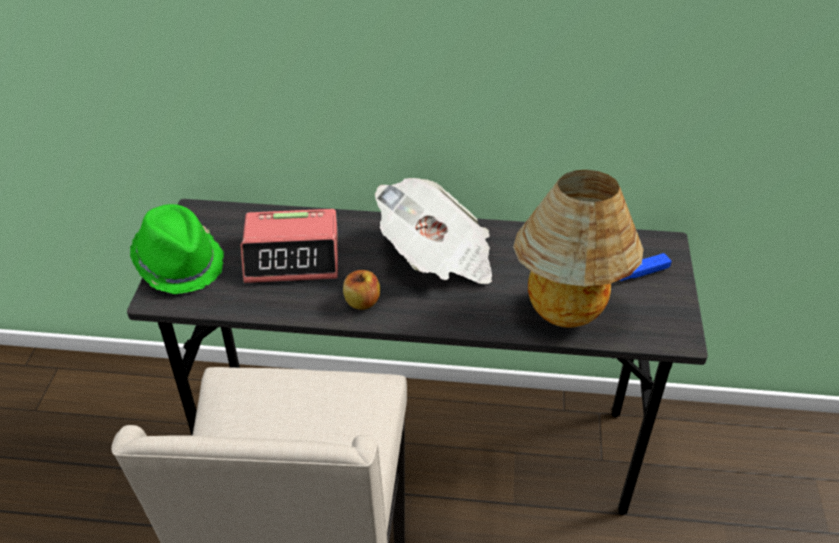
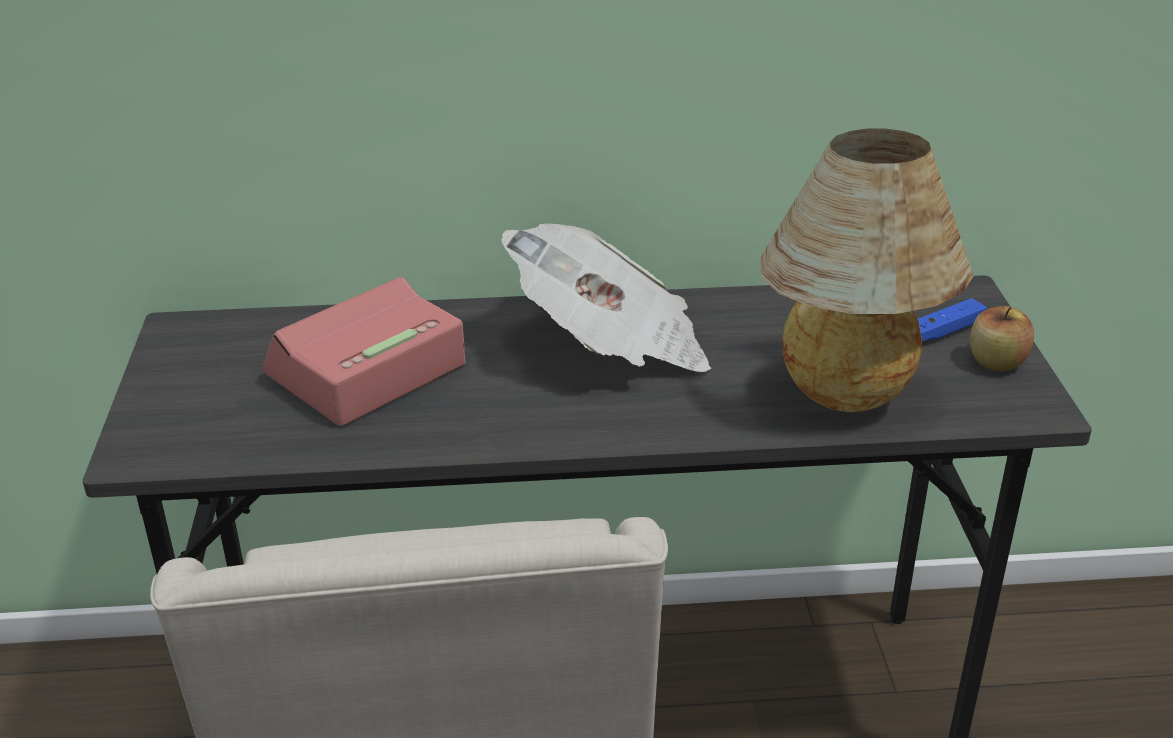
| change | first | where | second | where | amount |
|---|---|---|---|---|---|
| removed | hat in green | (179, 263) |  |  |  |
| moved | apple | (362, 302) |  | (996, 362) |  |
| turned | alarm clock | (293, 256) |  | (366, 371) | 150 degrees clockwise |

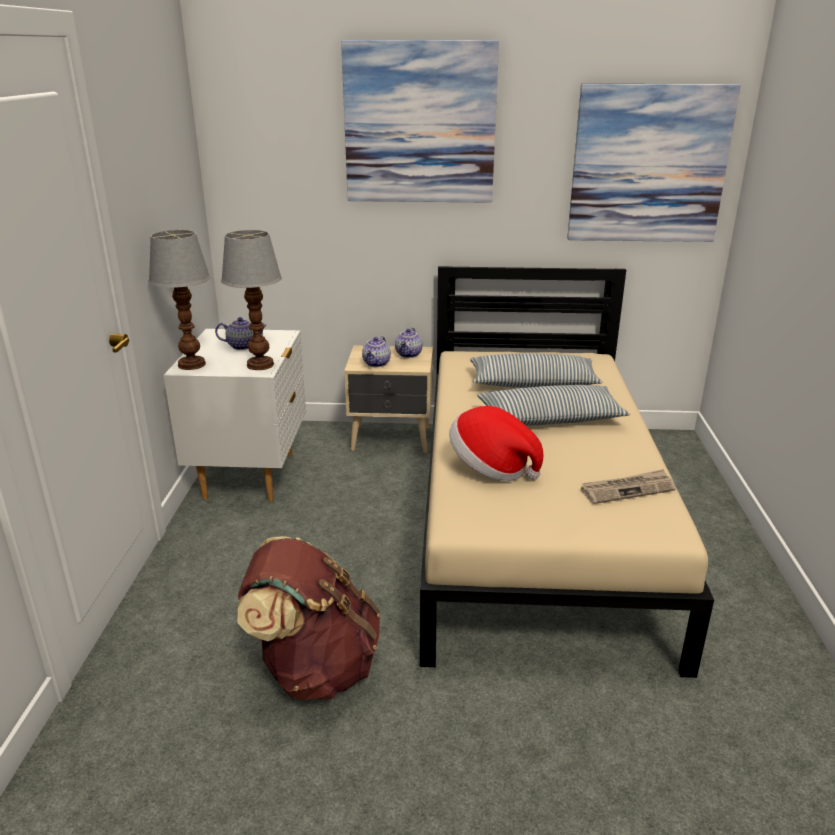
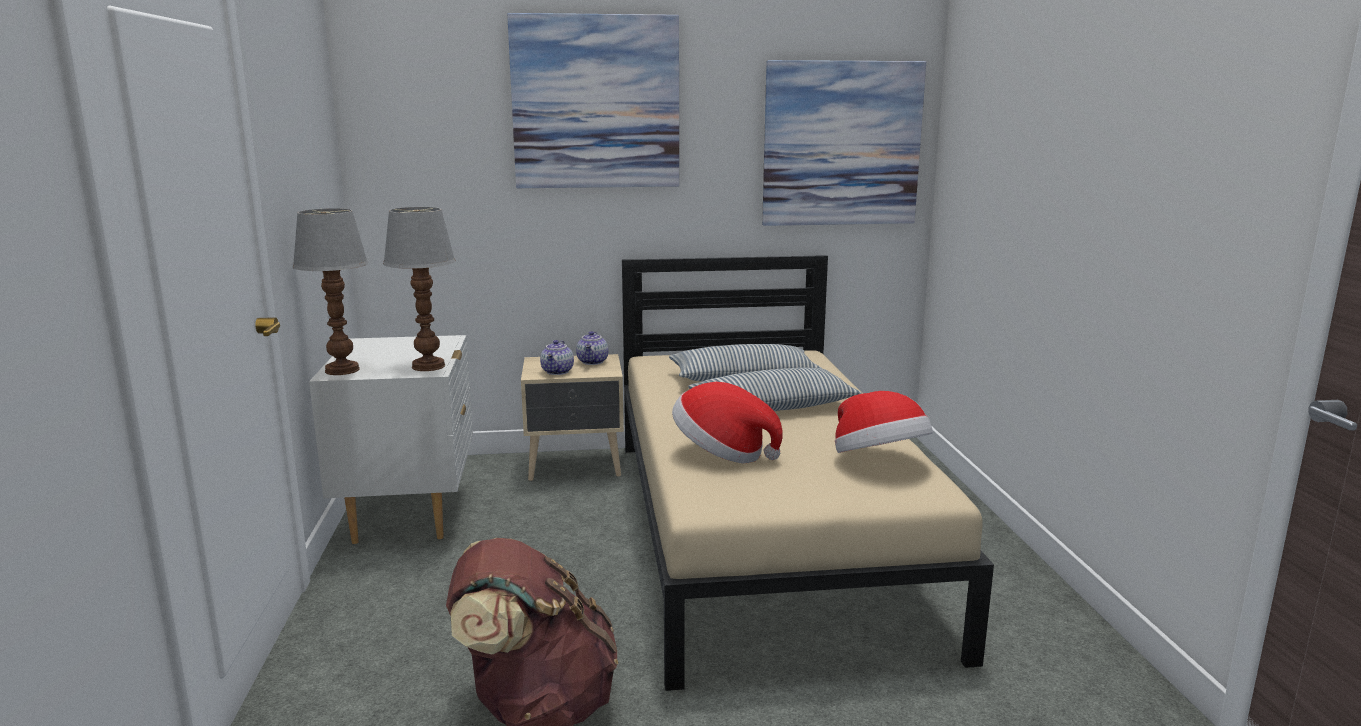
| change | first | where | second | where | amount |
|---|---|---|---|---|---|
| removed | teapot | (243, 346) |  |  |  |
| replaced | newspaper | (627, 489) | hat | (878, 461) |  |

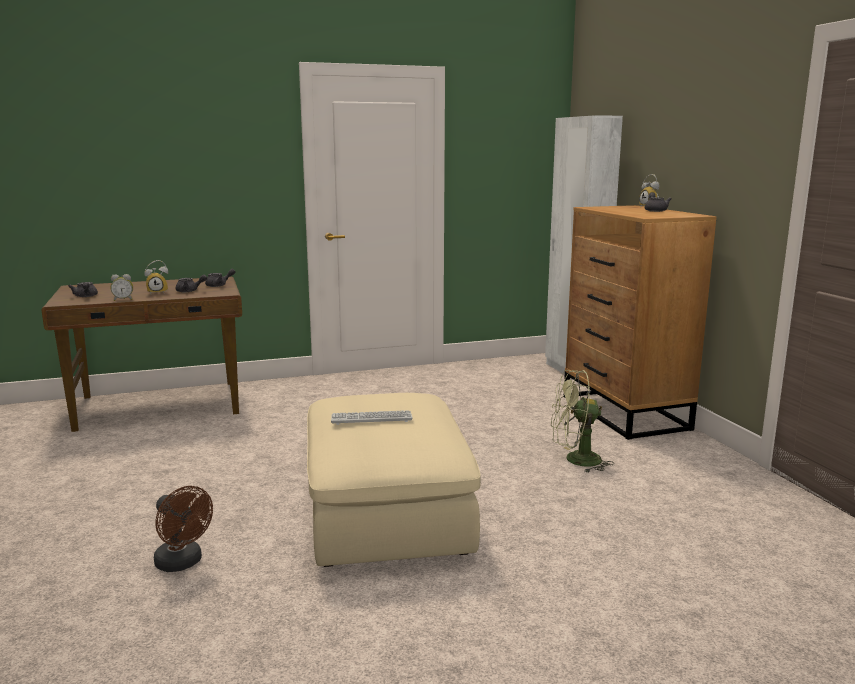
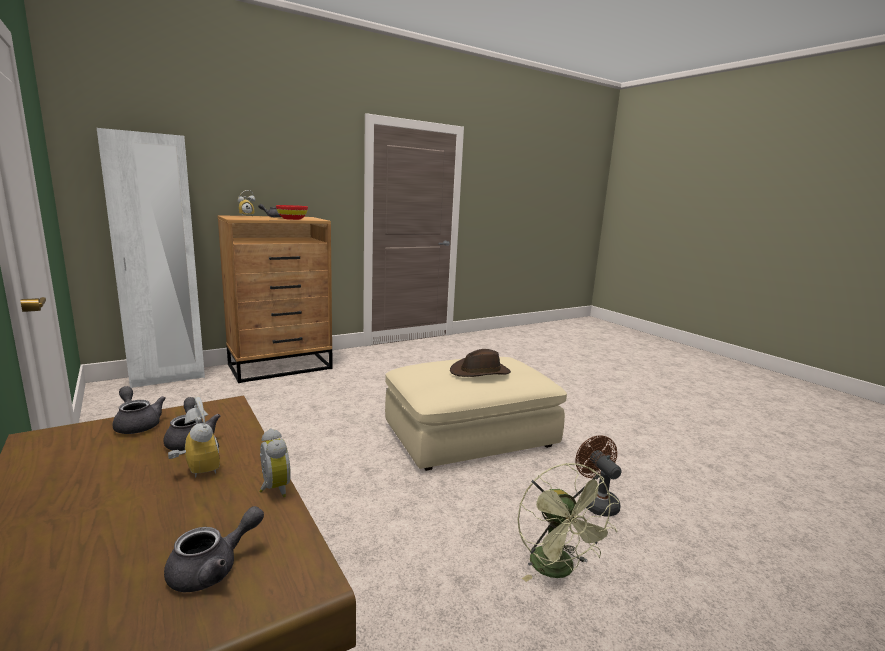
| change | first | where | second | where | amount |
|---|---|---|---|---|---|
| added |  |  | bowl in red | (292, 219) |  |
| moved | fan in green | (575, 460) |  | (558, 570) |  |
| replaced | keyboard | (371, 418) | hat in brown | (480, 372) |  |
| turned | fan in brown | (183, 563) |  | (596, 502) | 45 degrees counterclockwise |

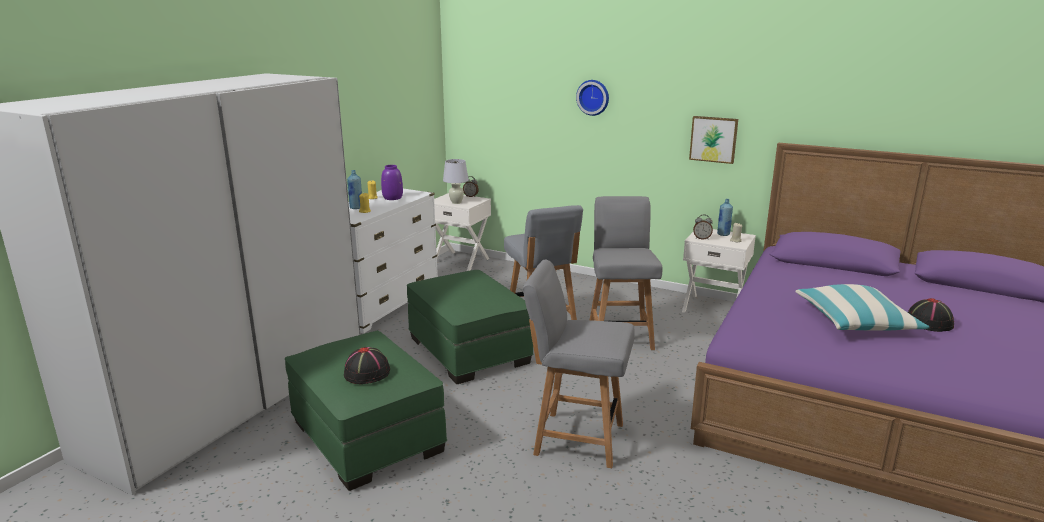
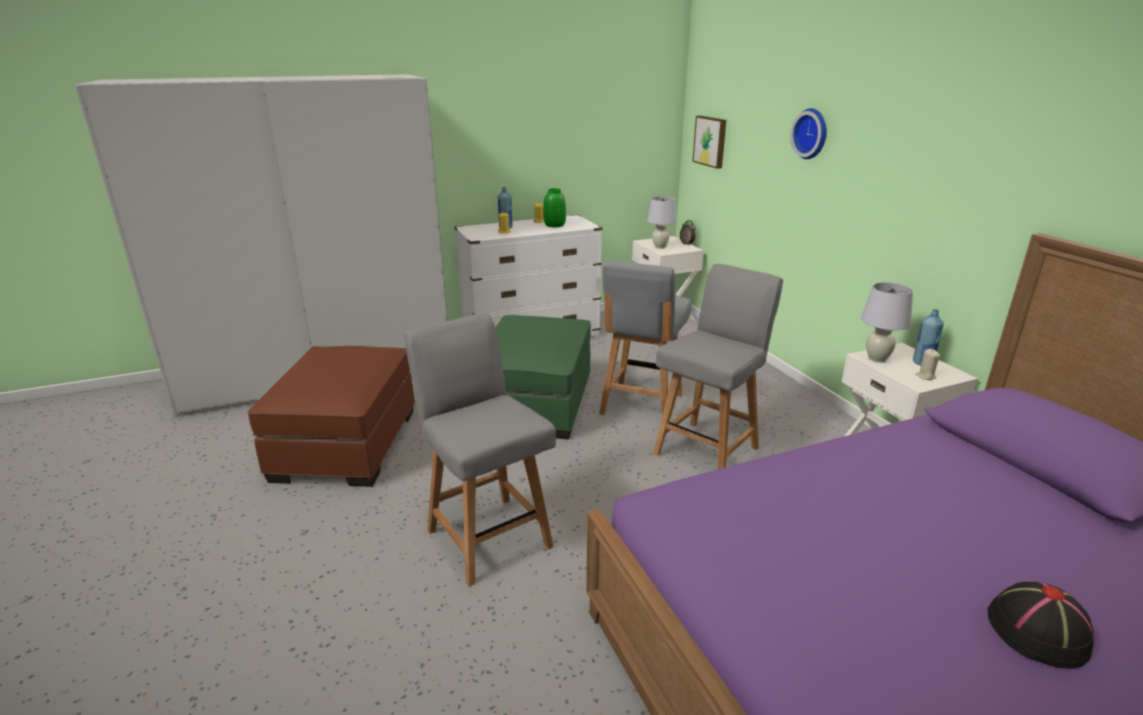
| change | first | where | second | where | amount |
|---|---|---|---|---|---|
| removed | hat in black | (367, 373) |  |  |  |
| removed | pillow | (856, 321) |  |  |  |
| moved | picture | (713, 139) |  | (711, 141) |  |
| replaced | alarm clock | (702, 238) | table lamp in white | (877, 359) |  |
| recoloured | ottoman in green | (368, 436) | ottoman in brown | (346, 445) |  |
| recoloured | vase in purple | (393, 198) | vase in green | (554, 225) |  |

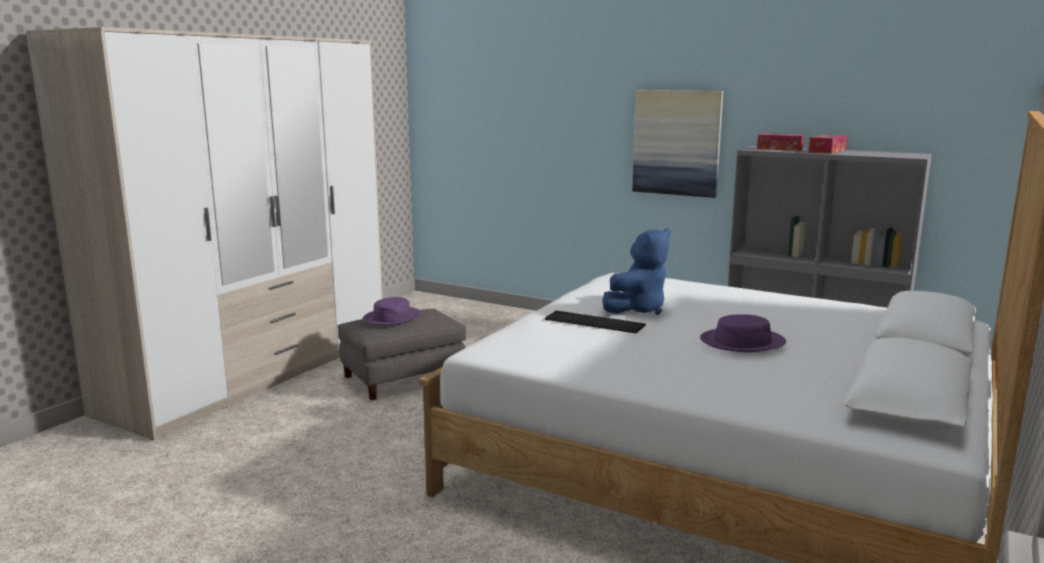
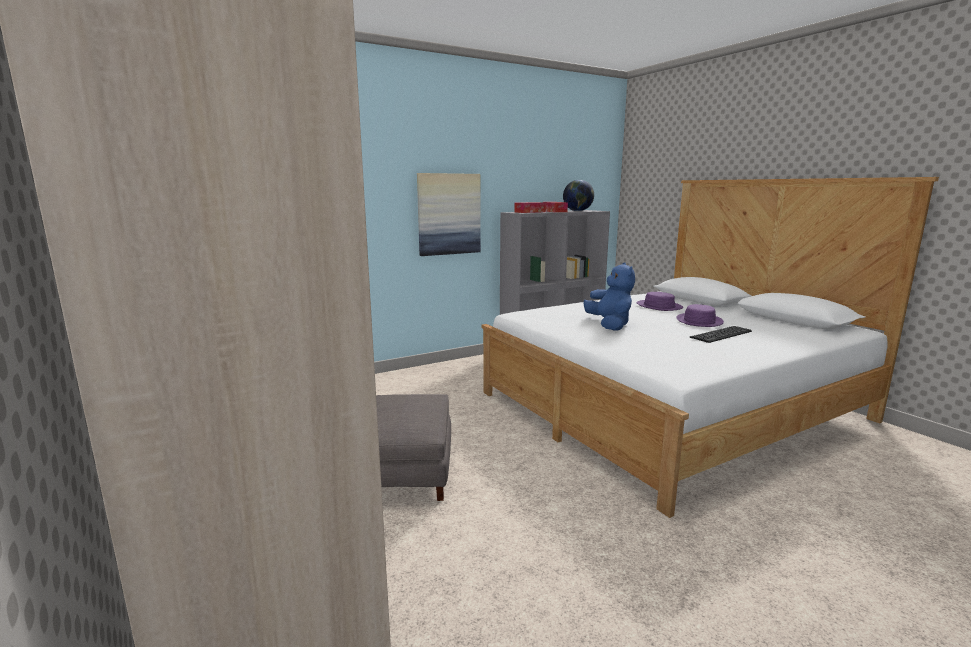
| change | first | where | second | where | amount |
|---|---|---|---|---|---|
| added |  |  | globe | (578, 211) |  |
| moved | hat in purple | (391, 317) |  | (659, 306) |  |
| moved | keyboard | (595, 323) |  | (722, 334) |  |

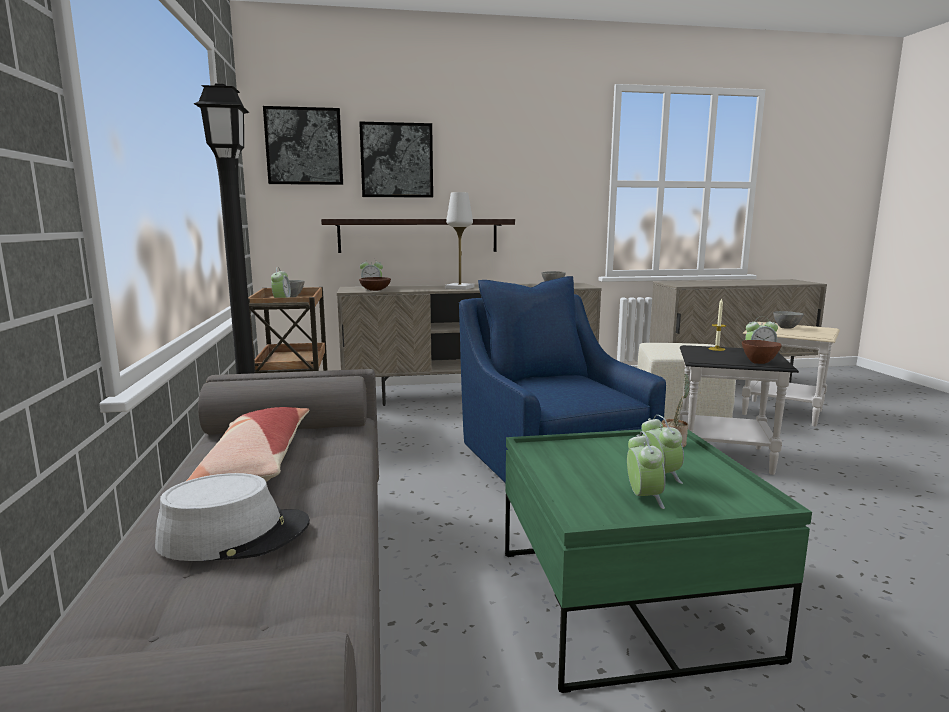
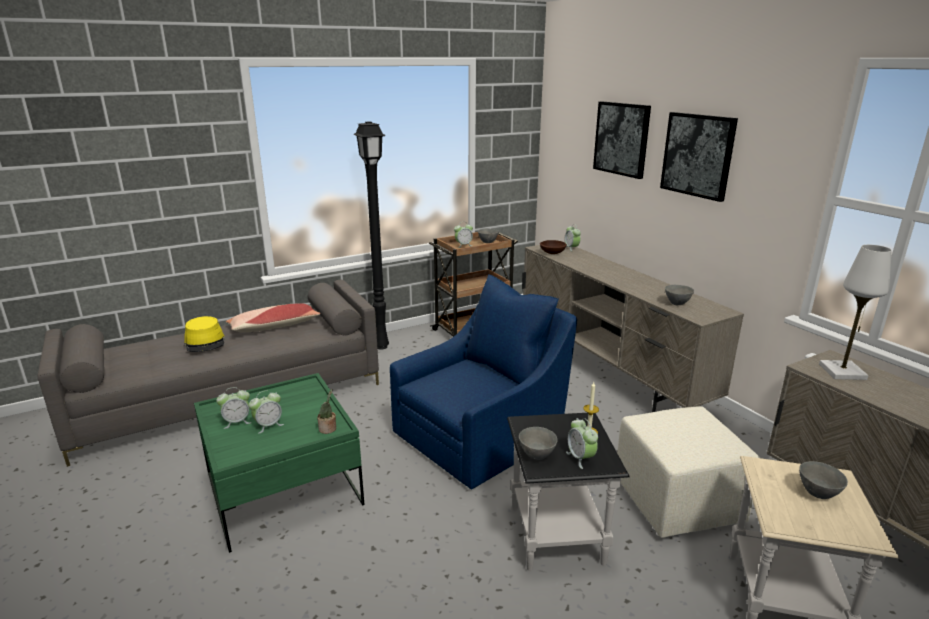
| change | first | where | second | where | amount |
|---|---|---|---|---|---|
| removed | shelf | (418, 235) |  |  |  |
| moved | picture | (304, 146) |  | (698, 155) |  |
| moved | table lamp in white | (460, 288) |  | (842, 372) |  |
| recoloured | hat in grey | (234, 534) | hat in yellow | (205, 342) |  |
| recoloured | bowl in brown | (759, 362) | bowl in grey | (537, 456) |  |

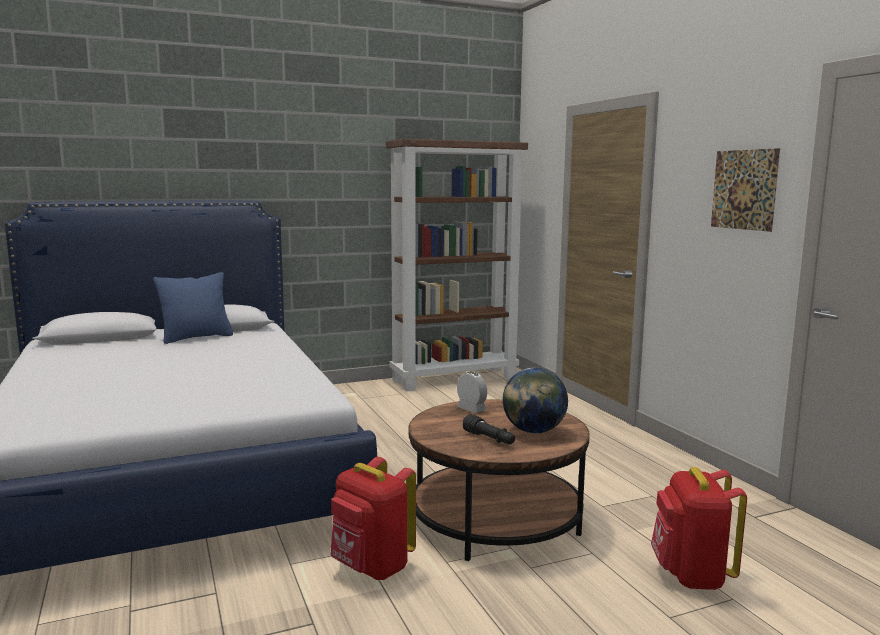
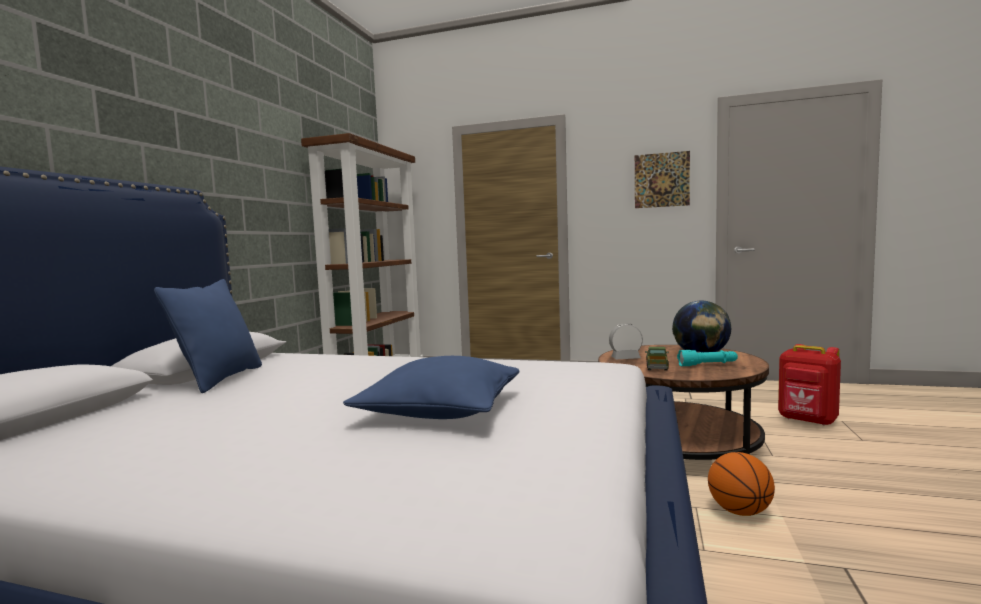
| change | first | where | second | where | amount |
|---|---|---|---|---|---|
| added |  |  | pillow in blue | (441, 410) |  |
| added |  |  | toy truck | (657, 367) |  |
| replaced | backpack in red | (371, 568) | basketball | (739, 511) |  |
| recoloured | flashlight in black | (489, 439) | flashlight in turquoise | (708, 365) |  |

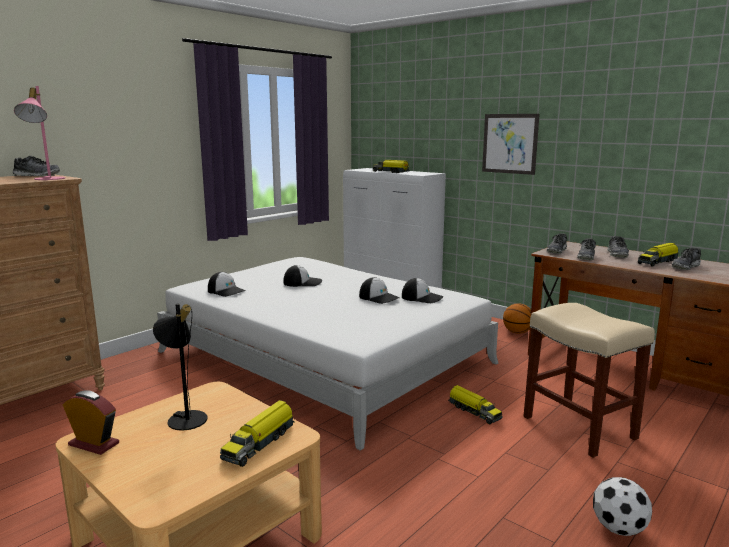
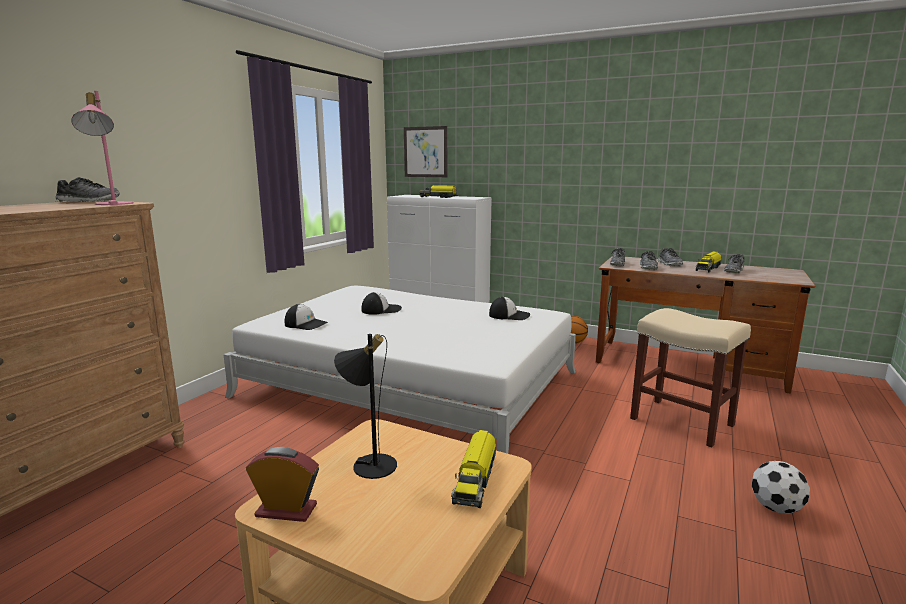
| change | first | where | second | where | amount |
|---|---|---|---|---|---|
| removed | cap | (379, 297) |  |  |  |
| removed | toy truck | (473, 411) |  |  |  |
| moved | picture | (509, 143) |  | (425, 152) |  |

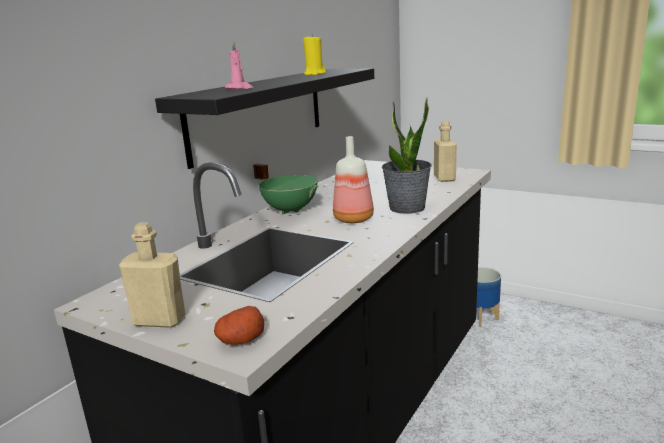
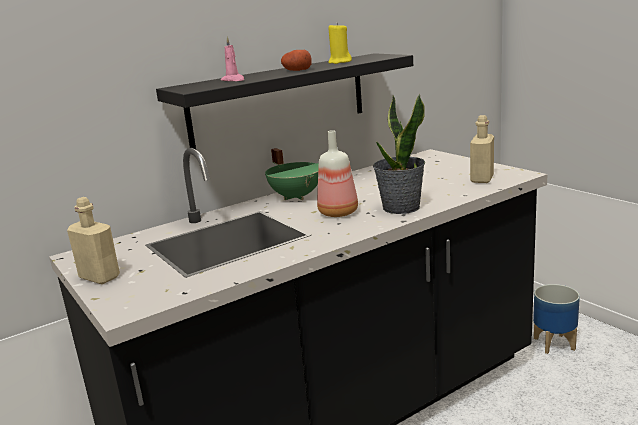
| change | first | where | second | where | amount |
|---|---|---|---|---|---|
| moved | potato | (241, 340) |  | (297, 70) |  |

